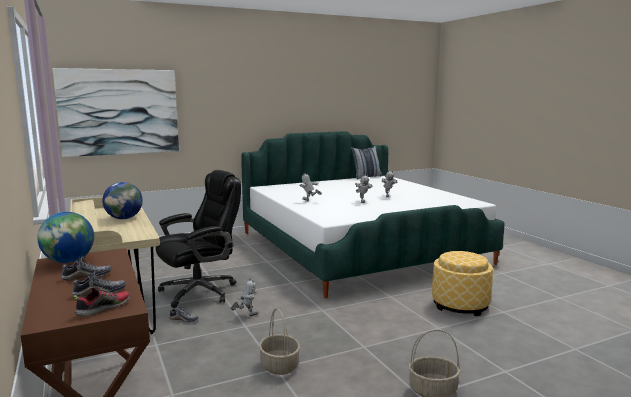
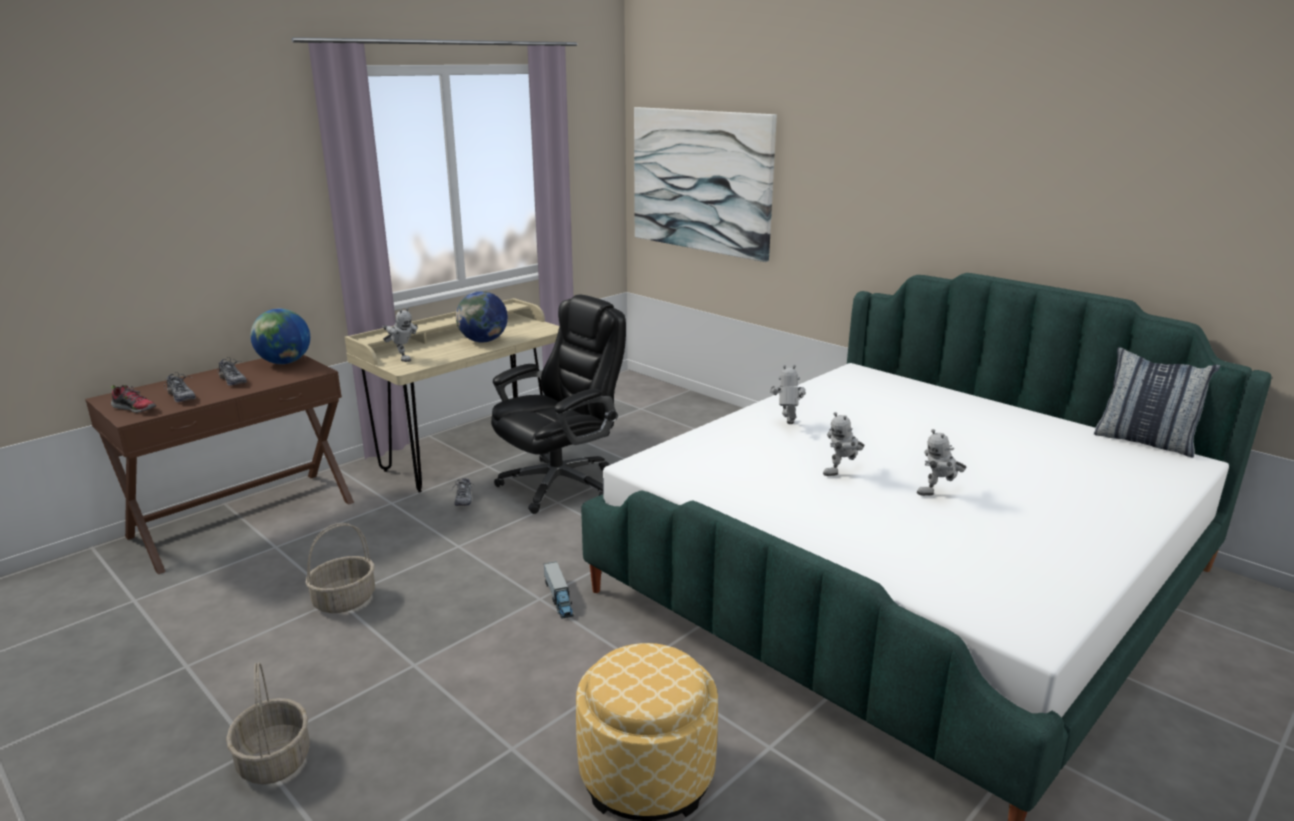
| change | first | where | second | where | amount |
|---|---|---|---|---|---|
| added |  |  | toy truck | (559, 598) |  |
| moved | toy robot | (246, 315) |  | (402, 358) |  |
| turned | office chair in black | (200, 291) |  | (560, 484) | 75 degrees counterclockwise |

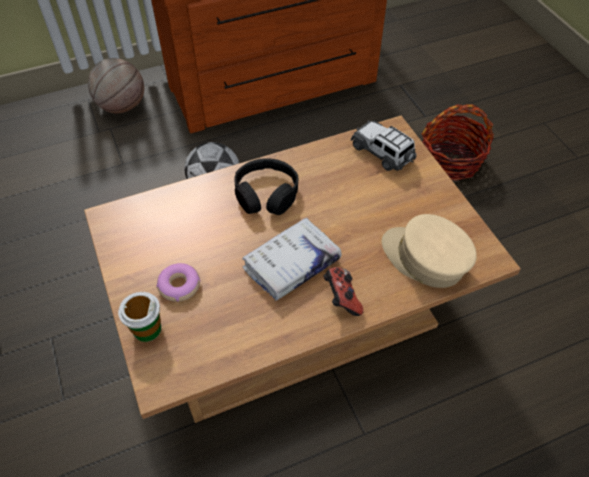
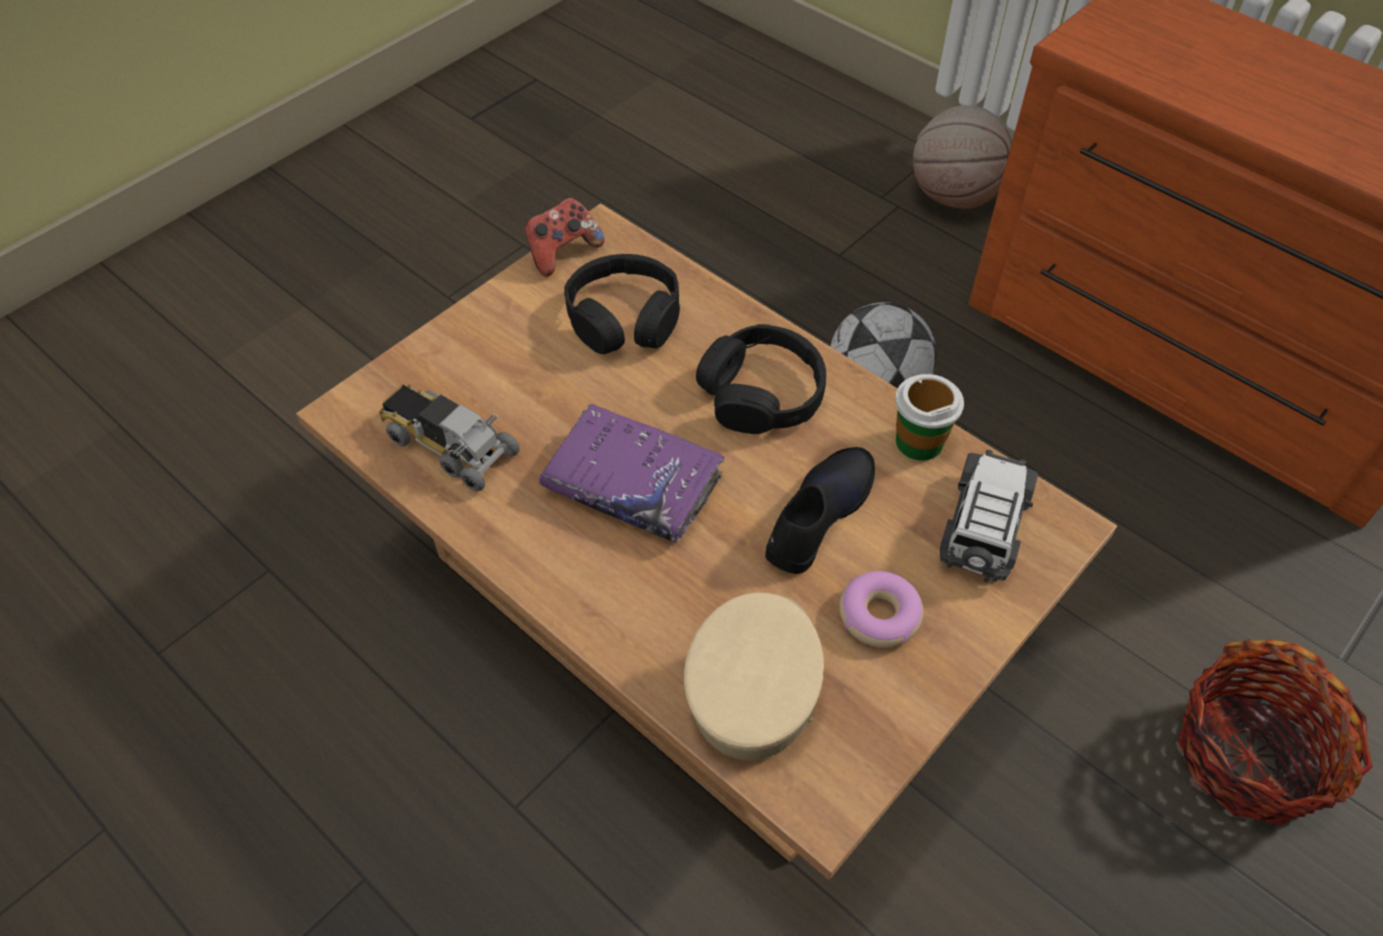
| change | first | where | second | where | amount |
|---|---|---|---|---|---|
| added |  |  | toy truck | (449, 445) |  |
| added |  |  | headphones in black | (624, 318) |  |
| added |  |  | shoe in black | (818, 514) |  |
| moved | cup | (146, 329) |  | (919, 441) |  |
| moved | donut | (179, 286) |  | (879, 615) |  |
| moved | game controller | (341, 298) |  | (563, 252) |  |
| recoloured | book in white | (291, 264) | book in purple | (632, 483) |  |

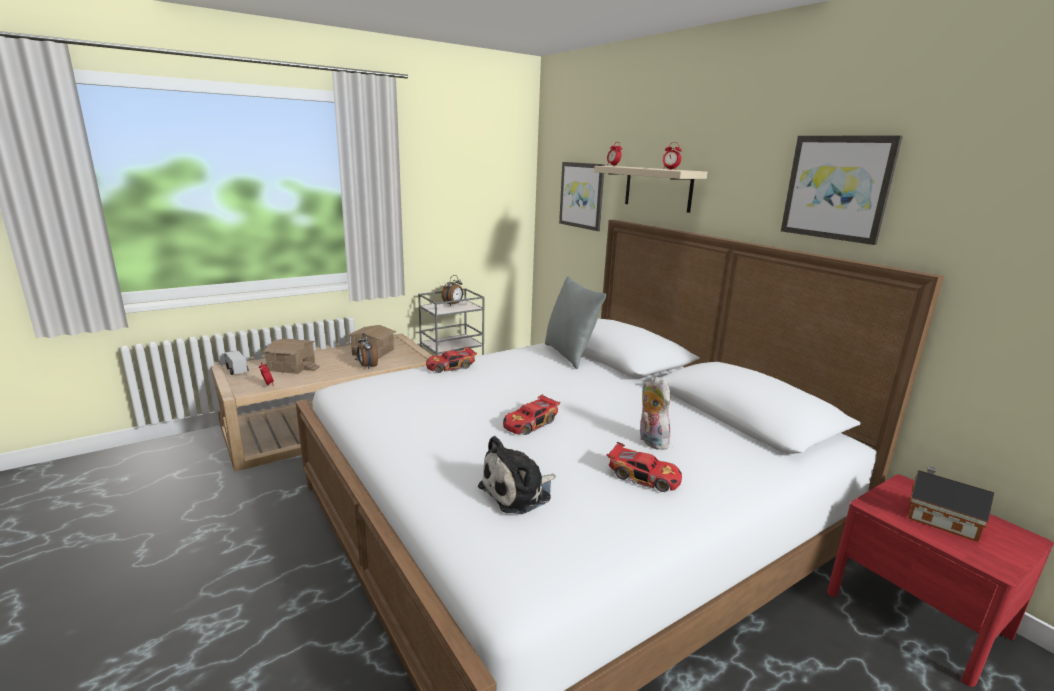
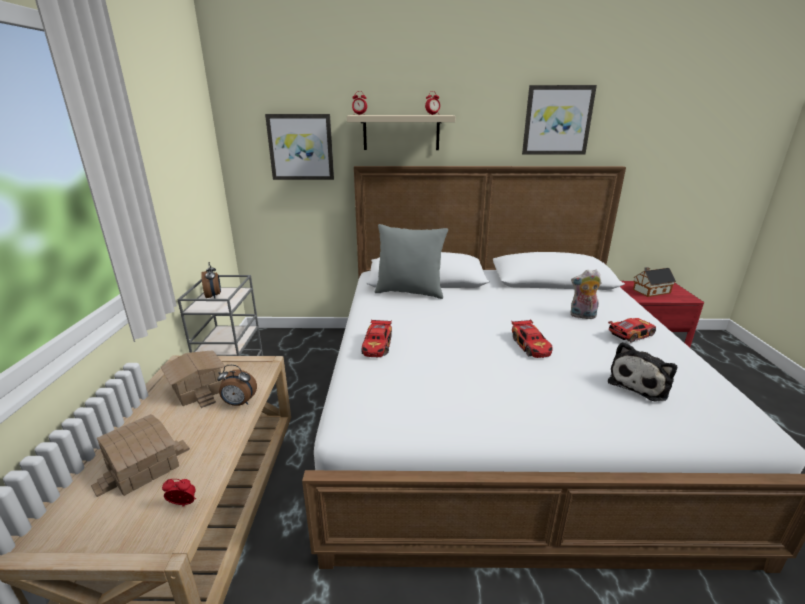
| change | first | where | second | where | amount |
|---|---|---|---|---|---|
| removed | toy truck | (236, 369) |  |  |  |
| turned | plush toy | (519, 492) |  | (641, 384) | 45 degrees clockwise |

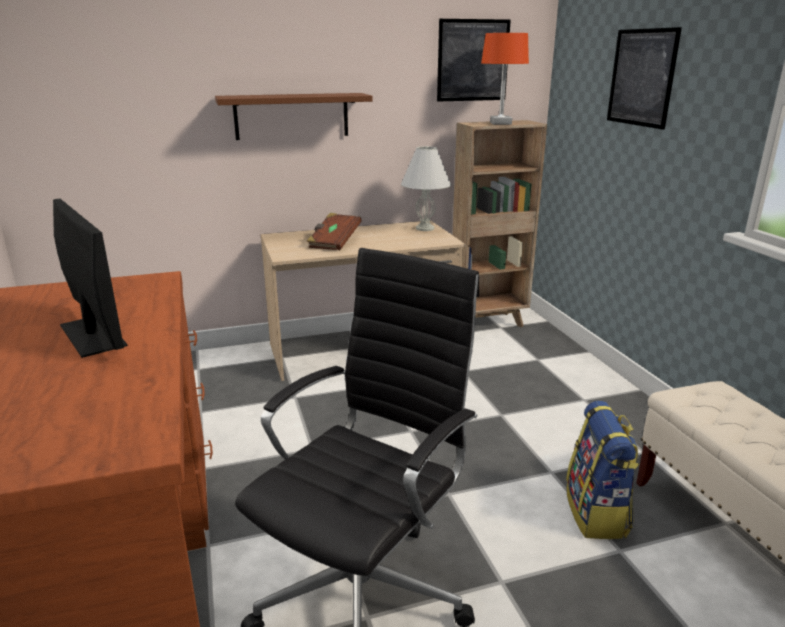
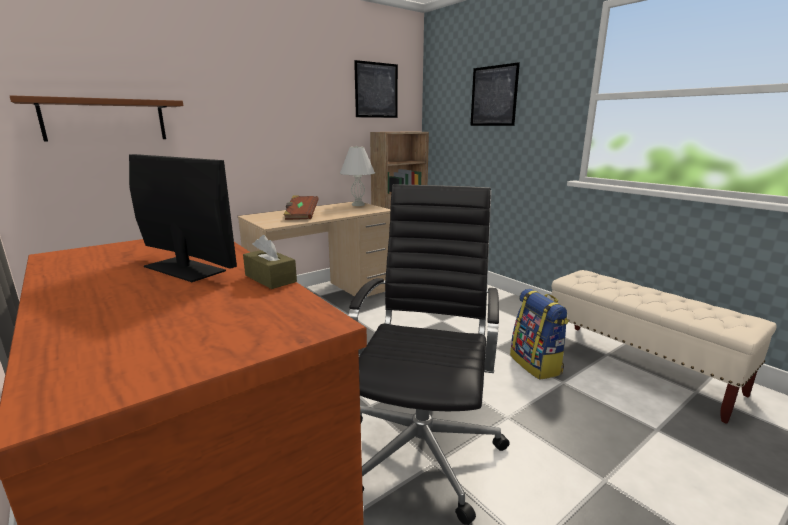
| change | first | where | second | where | amount |
|---|---|---|---|---|---|
| removed | table lamp in orange | (501, 123) |  |  |  |
| added |  |  | tissue box in brown | (270, 278) |  |
| moved | shelf in brown | (292, 116) |  | (105, 120) |  |

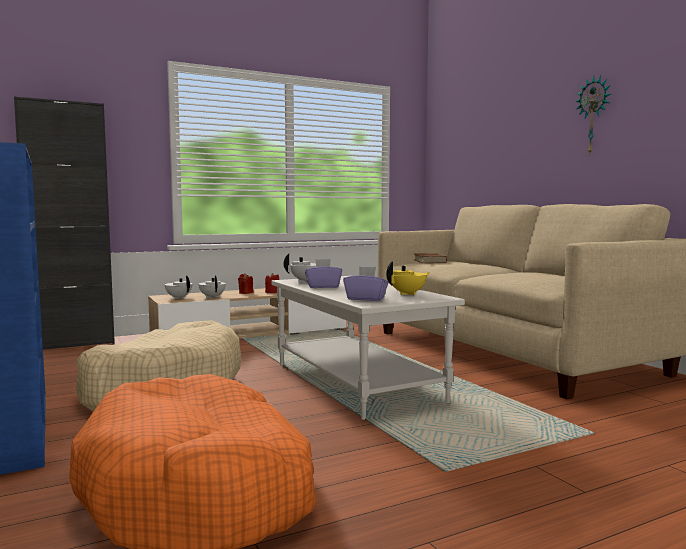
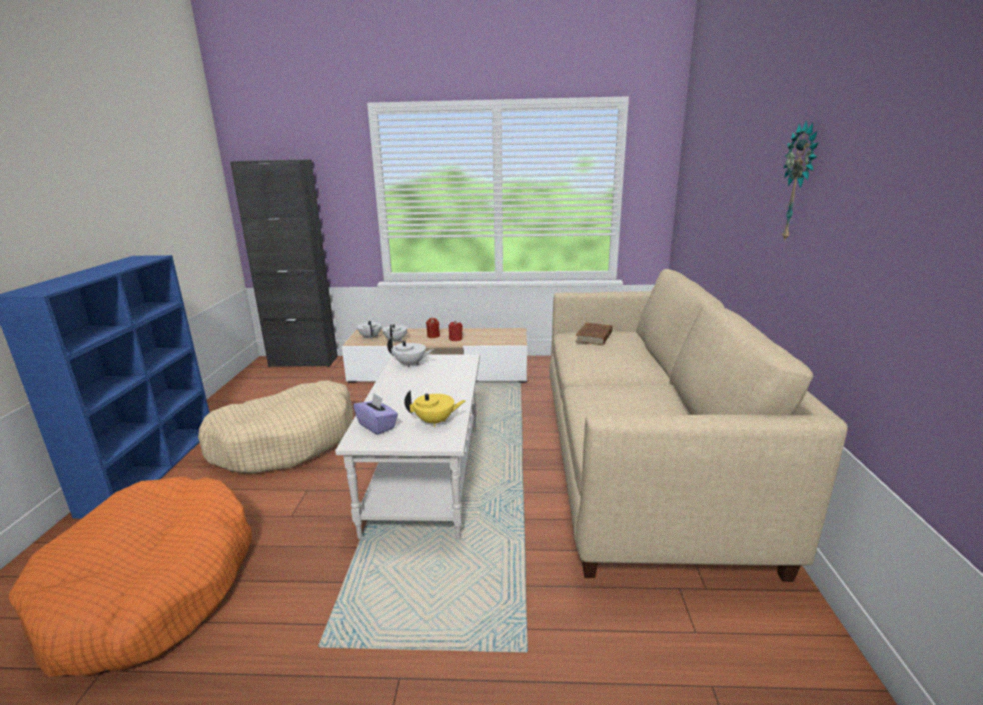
| change | first | where | second | where | amount |
|---|---|---|---|---|---|
| removed | tissue box in purple | (323, 286) |  |  |  |

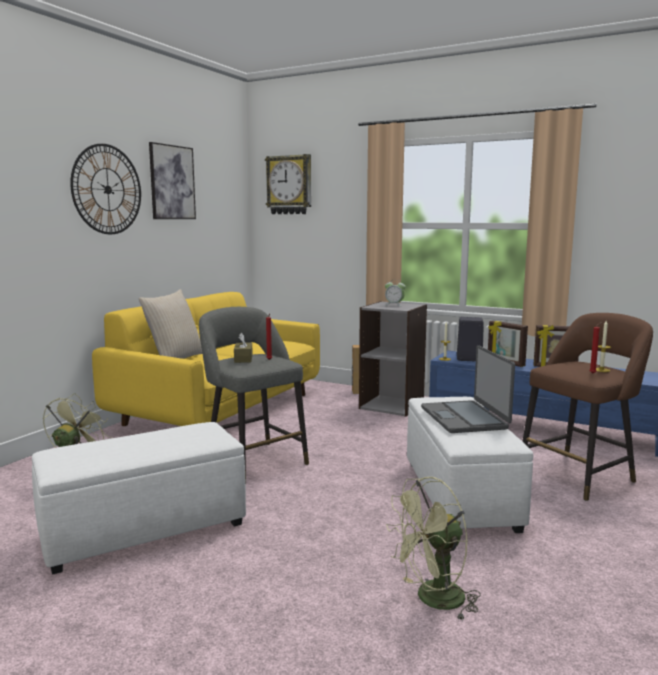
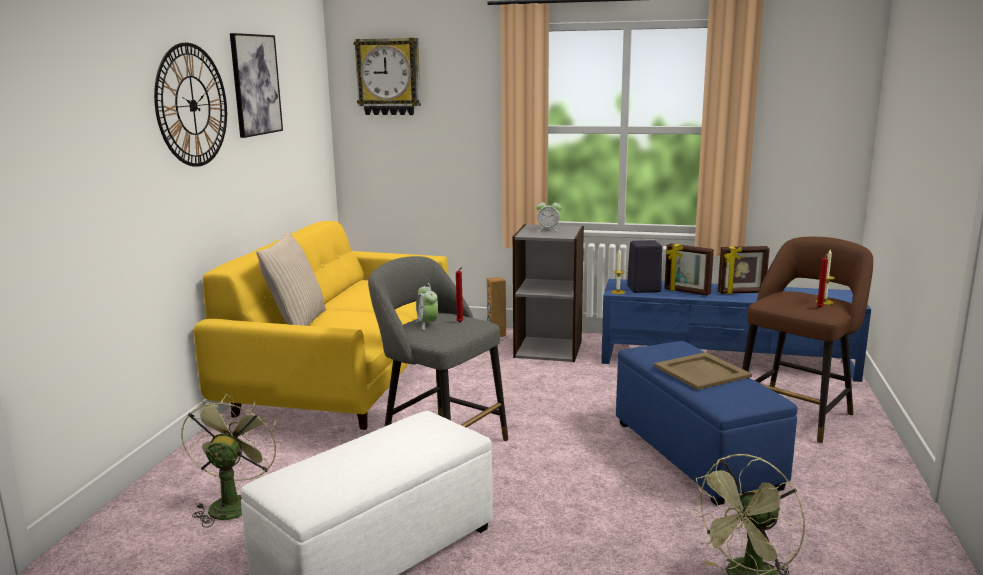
| change | first | where | second | where | amount |
|---|---|---|---|---|---|
| replaced | tissue box in brown | (243, 359) | alarm clock | (427, 324) |  |
| replaced | laptop | (464, 418) | tray in beige | (702, 371) |  |
| recoloured | ottoman in white | (460, 495) | ottoman in blue | (696, 454) |  |

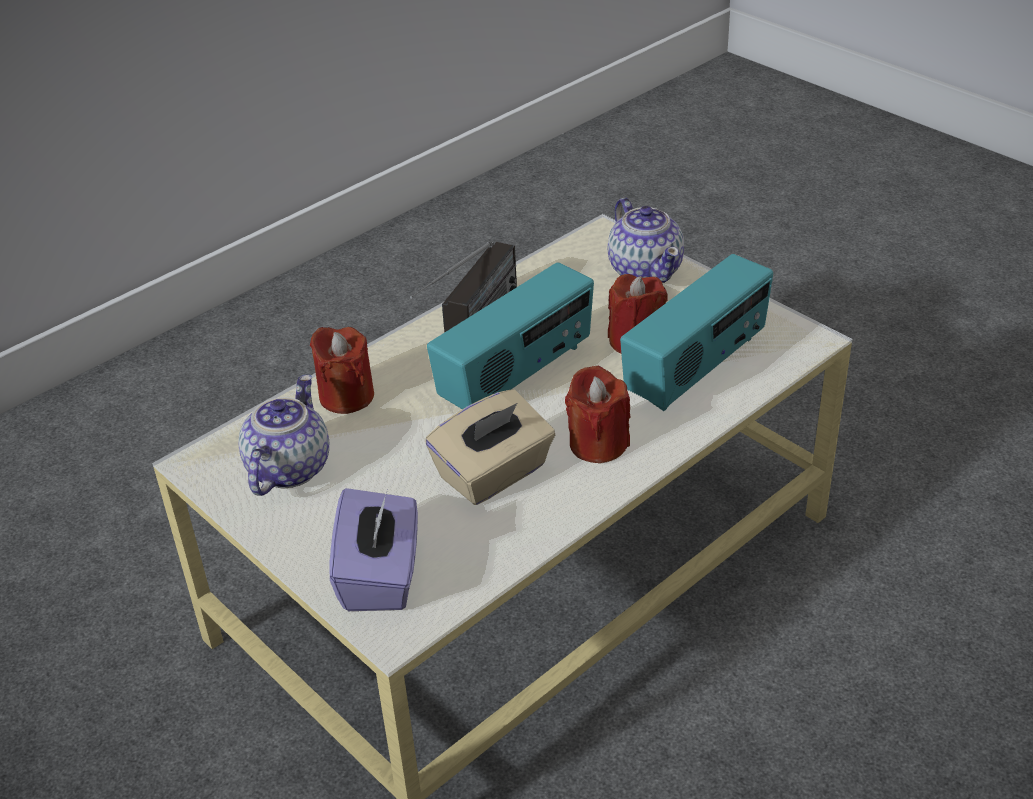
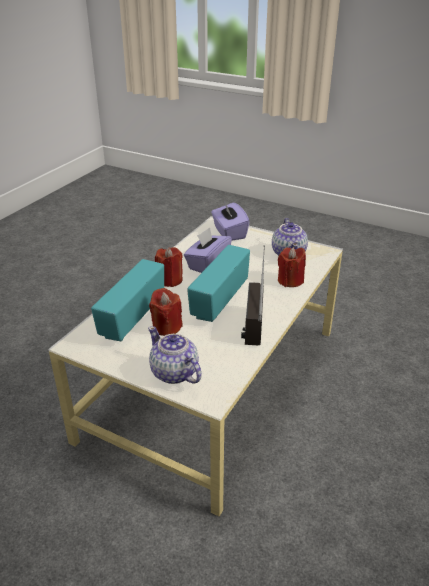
| change | first | where | second | where | amount |
|---|---|---|---|---|---|
| recoloured | tissue box in beige | (494, 474) | tissue box in purple | (207, 264) |  |

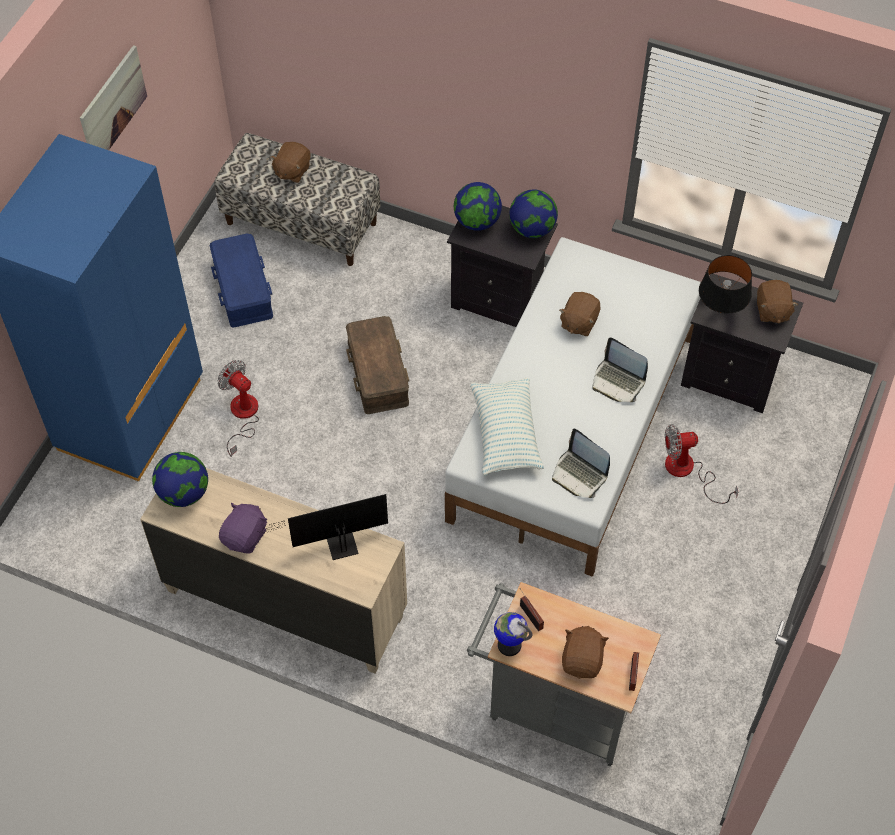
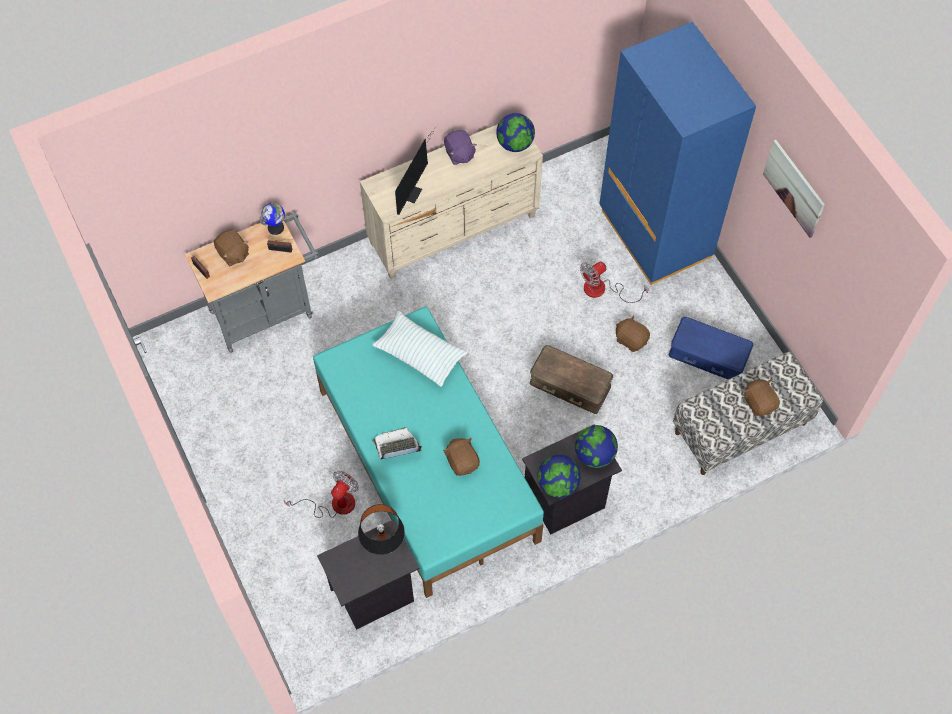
| change | first | where | second | where | amount |
|---|---|---|---|---|---|
| removed | laptop | (579, 474) |  |  |  |
| moved | plush toy in brown | (772, 311) |  | (631, 339) |  |
| recoloured | bed in white | (574, 426) | bed in turquoise | (427, 466) |  |
| turned | fan | (242, 416) |  | (602, 290) | 150 degrees clockwise |

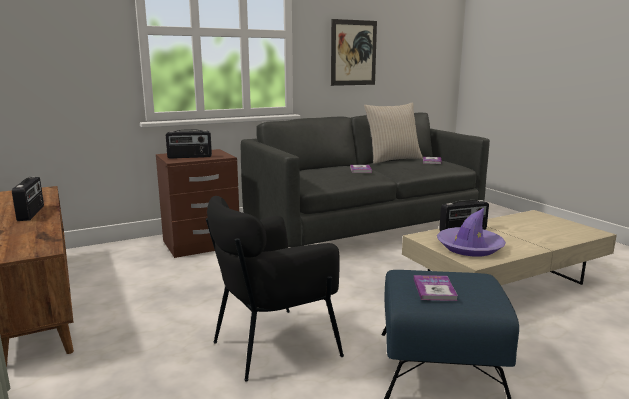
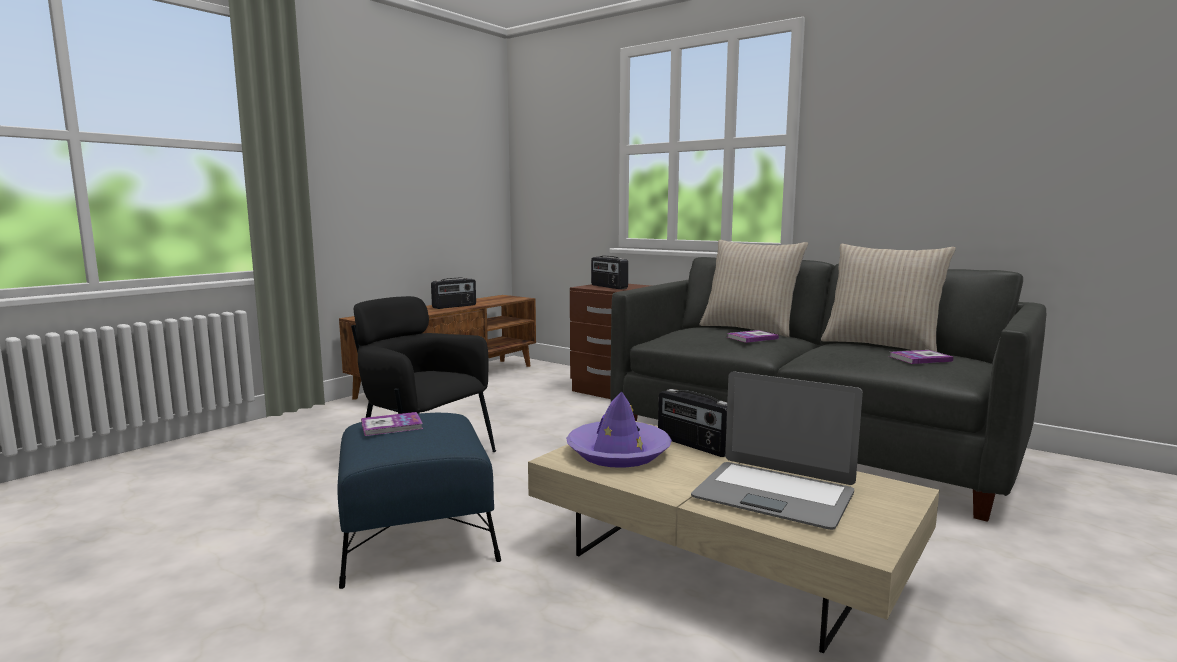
| change | first | where | second | where | amount |
|---|---|---|---|---|---|
| removed | picture | (353, 53) |  |  |  |
| added |  |  | laptop | (774, 495) |  |
| added |  |  | pillow in beige | (749, 329) |  |

